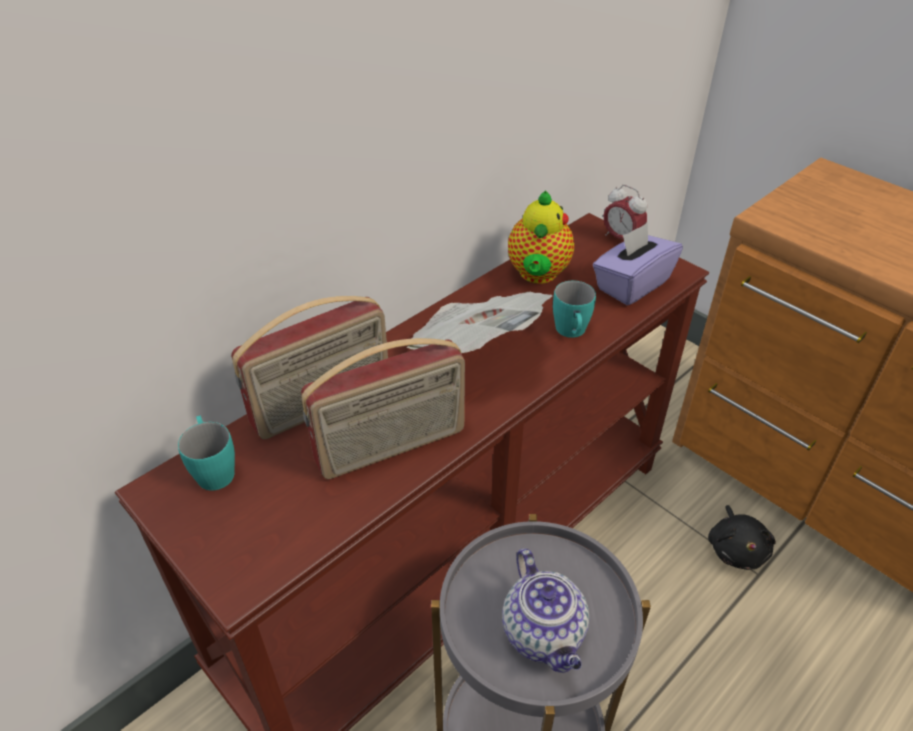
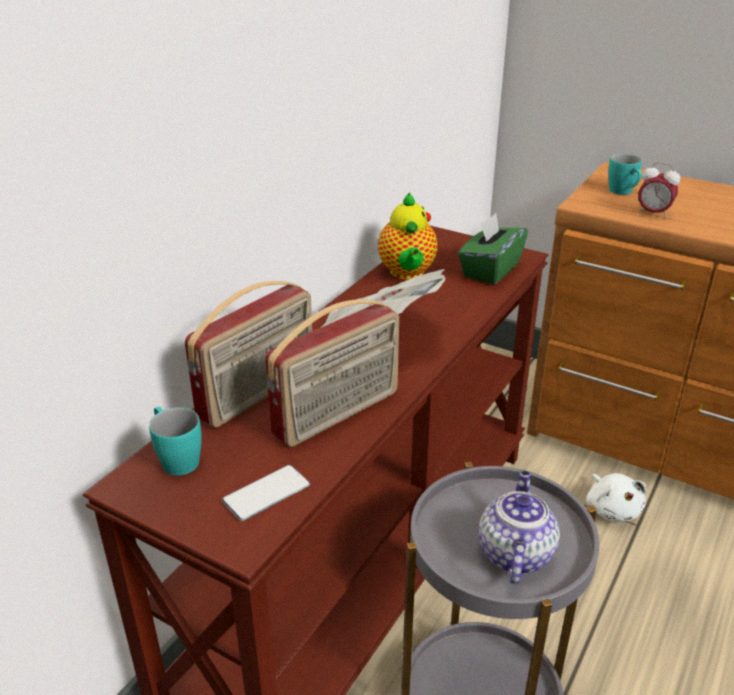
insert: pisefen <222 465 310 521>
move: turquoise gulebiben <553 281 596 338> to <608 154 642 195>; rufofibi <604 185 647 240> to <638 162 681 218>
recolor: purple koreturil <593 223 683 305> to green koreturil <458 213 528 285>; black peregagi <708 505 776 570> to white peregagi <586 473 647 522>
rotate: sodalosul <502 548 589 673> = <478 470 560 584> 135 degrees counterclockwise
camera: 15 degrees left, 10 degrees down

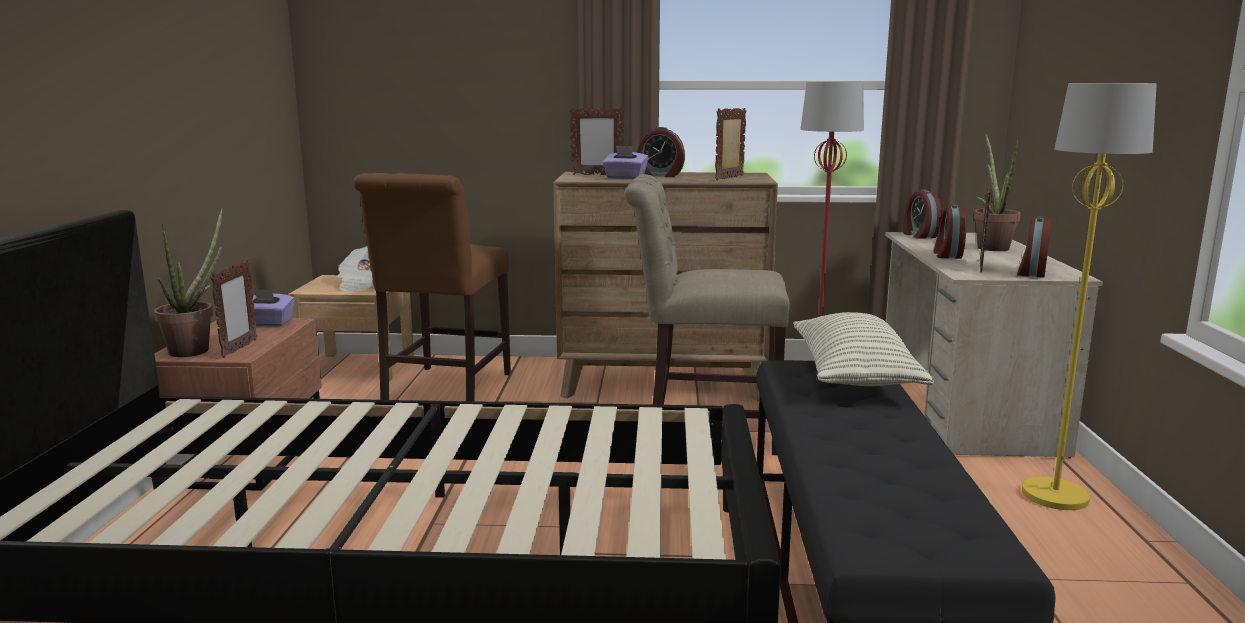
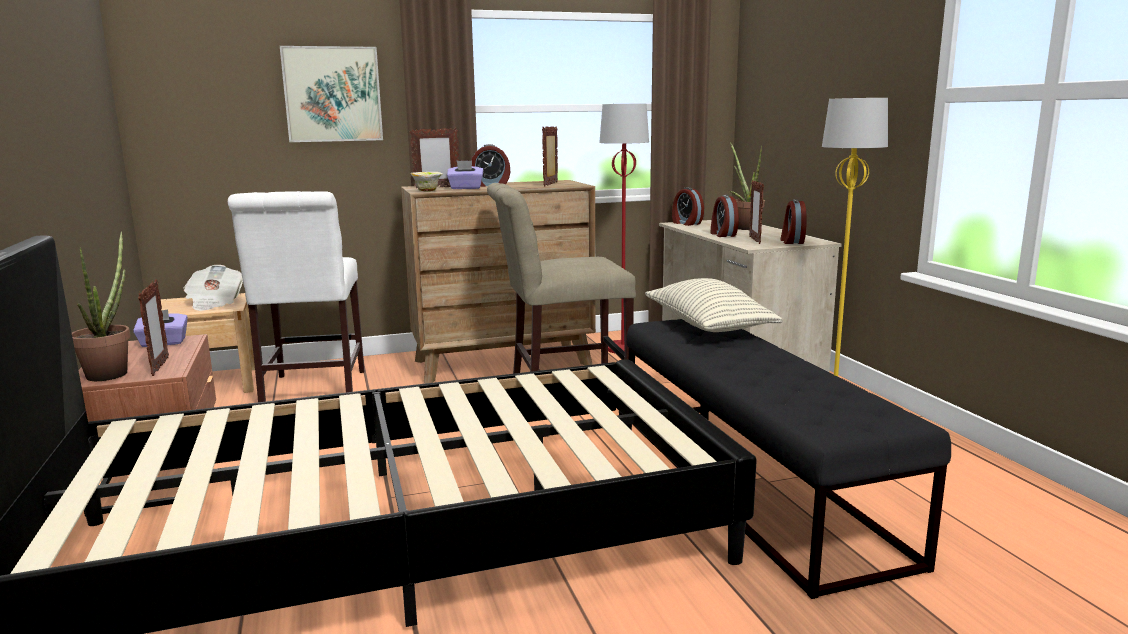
insert: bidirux <280 46 383 142>; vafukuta <411 172 443 192>
recolor: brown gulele <353 173 511 401> to white gulele <228 191 364 402>
camera: 20 degrees left, 0 degrees up

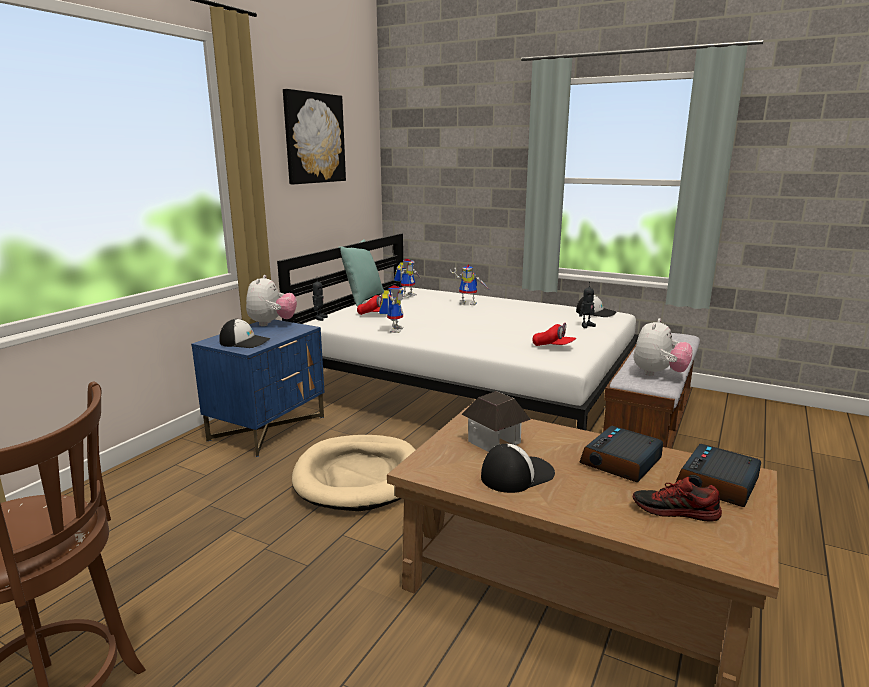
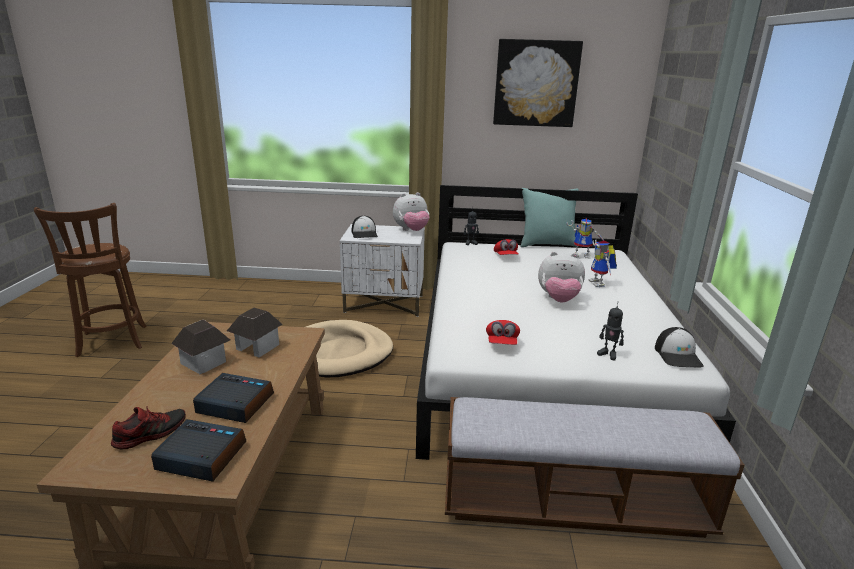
delete: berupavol <379 285 404 333>
move: peregagi <634 318 693 376> to <538 252 585 302>
replace: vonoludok <481 444 555 493> to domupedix <171 319 230 374>
recolor: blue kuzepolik <191 319 325 457> to white kuzepolik <340 224 425 317>
rotate: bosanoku <633 477 722 522> = <111 406 186 450> 60 degrees clockwise
camera: 65 degrees right, 5 degrees up

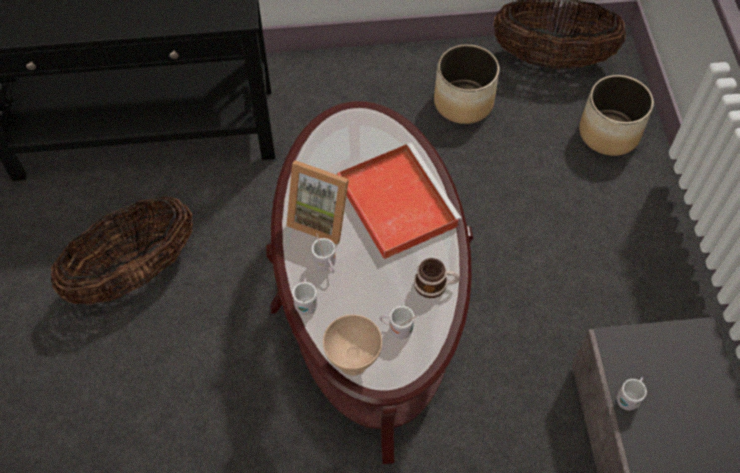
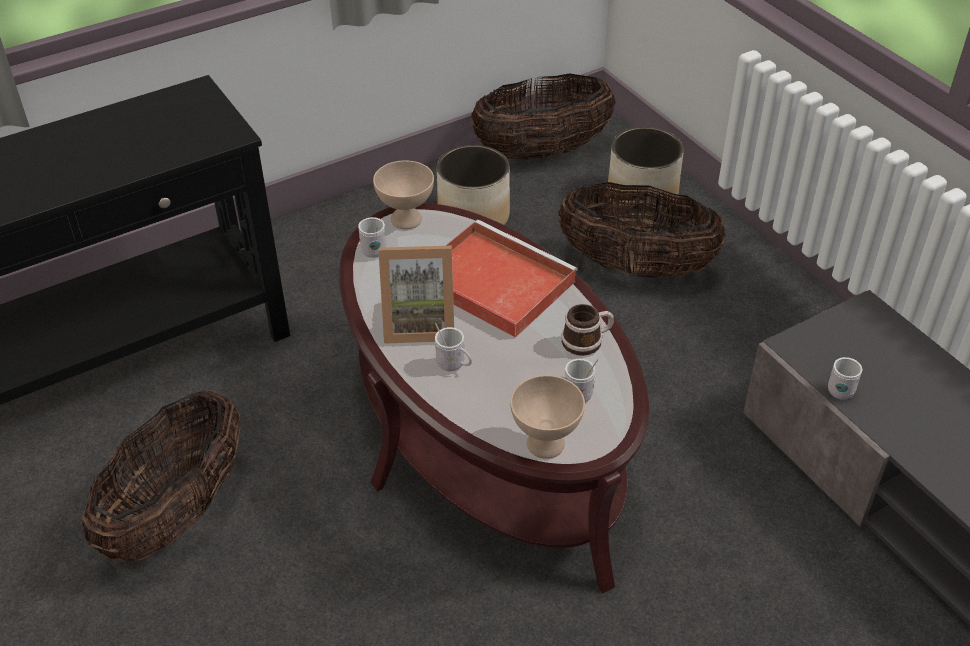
insert: beige vafukuta <373 160 434 229>; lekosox <558 182 726 278>
move: white gulebiben <292 278 318 315> to <358 217 386 258>
camera: 25 degrees left, 15 degrees down

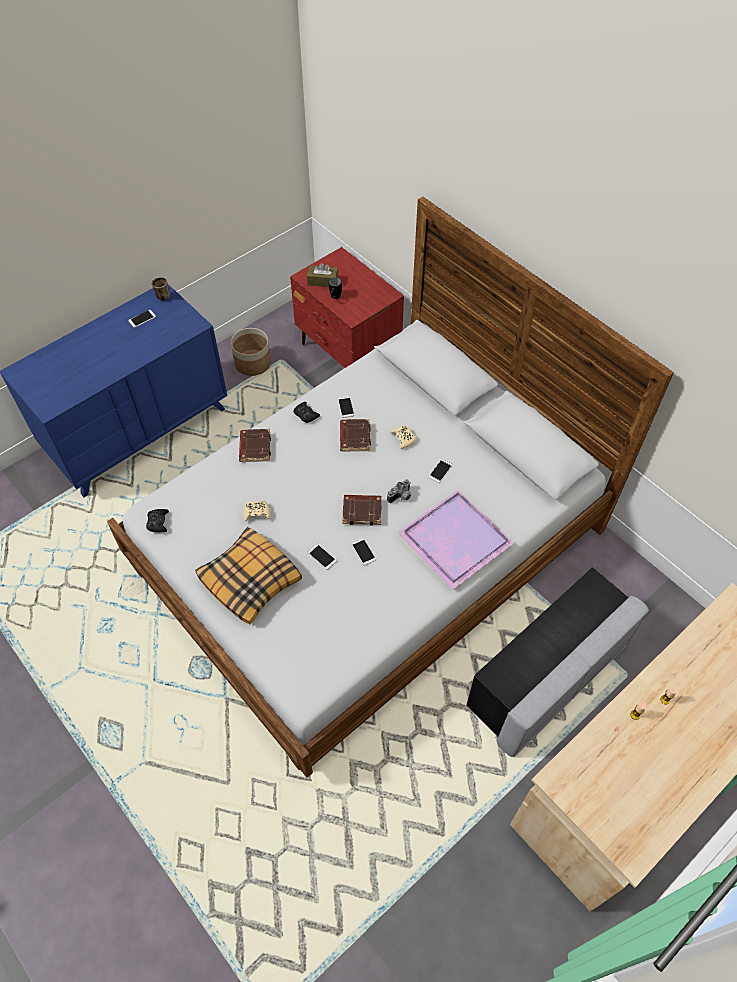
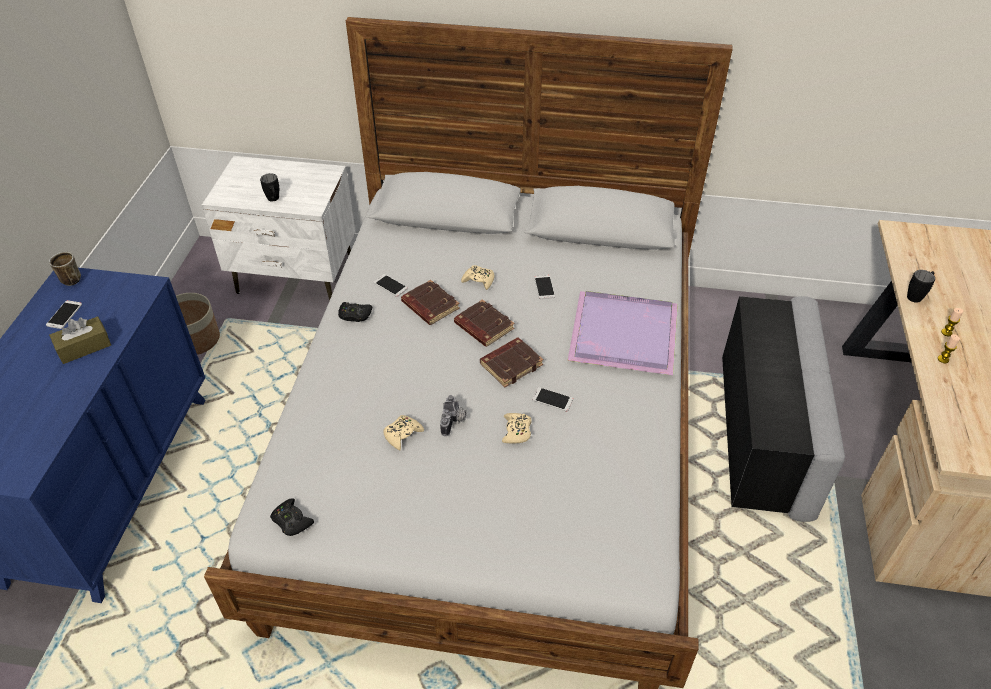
delete: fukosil <195 527 302 624>
insert: black gulebiben <907 270 935 303>
move: brown koreturil <307 263 338 287> to <49 316 111 364>; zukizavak <387 479 411 503> to <440 395 466 436>; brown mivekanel <239 429 271 462> to <454 299 515 347>
replace: pisefen <307 544 337 570> to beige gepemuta <502 413 532 443>
recolor: red kuzepolik <290 247 404 368> to white kuzepolik <202 156 355 301>
camera: 40 degrees left, 10 degrees down

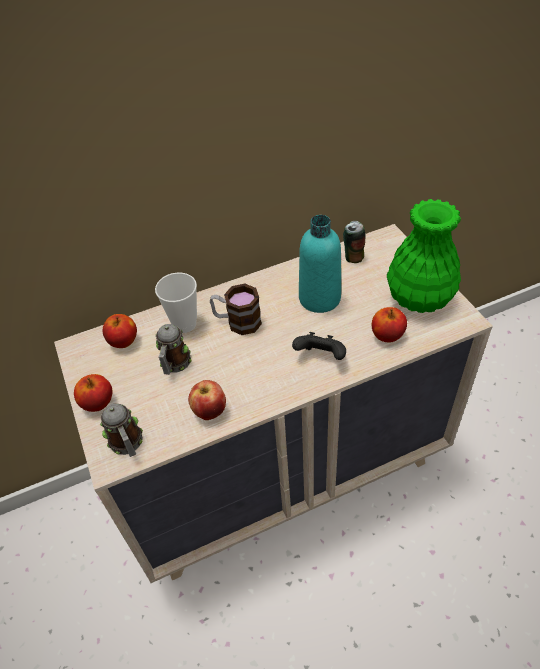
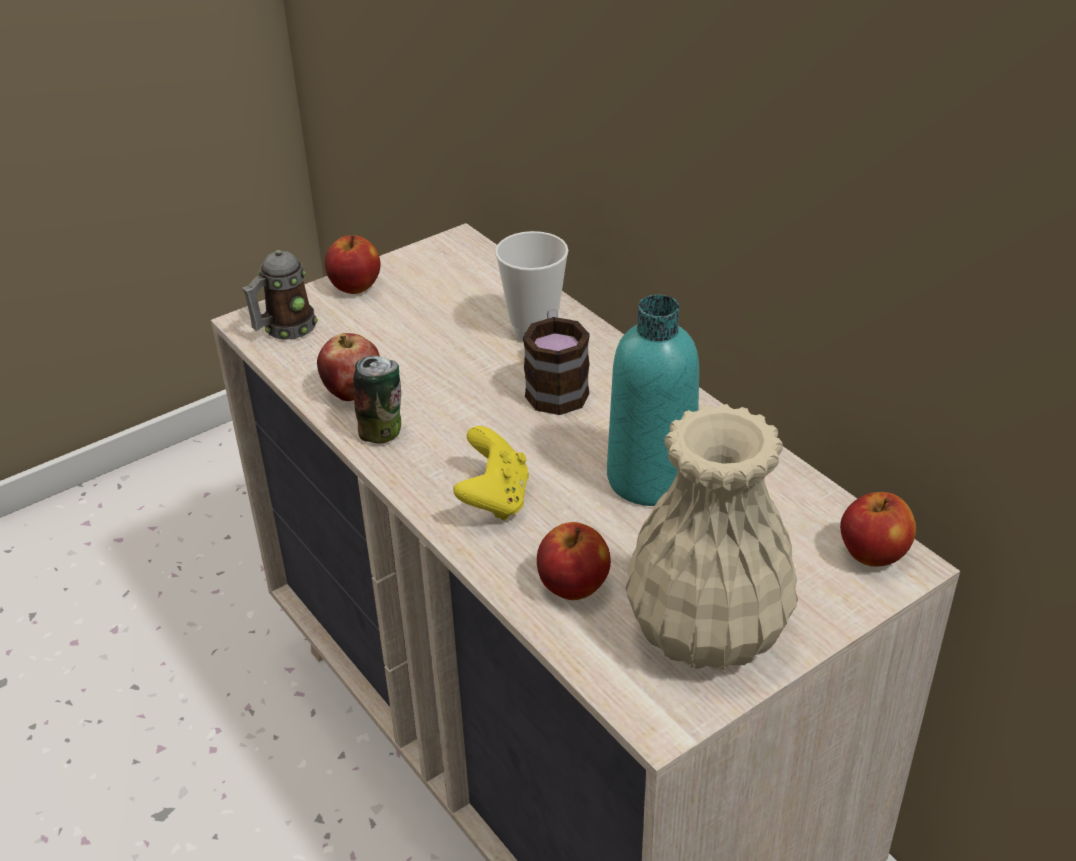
delete: gulebiben <156 324 192 375>
move: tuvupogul <343 221 366 263> to <353 356 401 443>; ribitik <103 314 137 348> to <840 492 916 567>
recolor: black gepemuta <292 332 346 360> to yellow gepemuta <453 426 529 521>; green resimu <387 199 461 313> to beige resimu <625 404 798 670>
camera: 75 degrees right, 10 degrees down

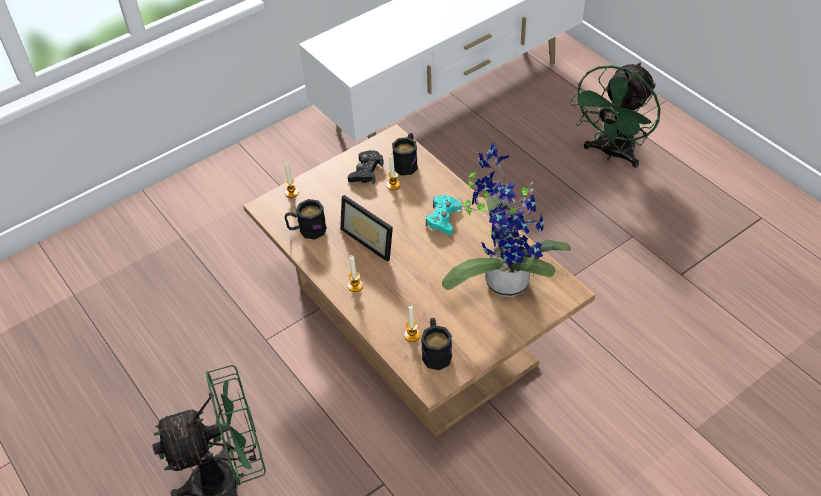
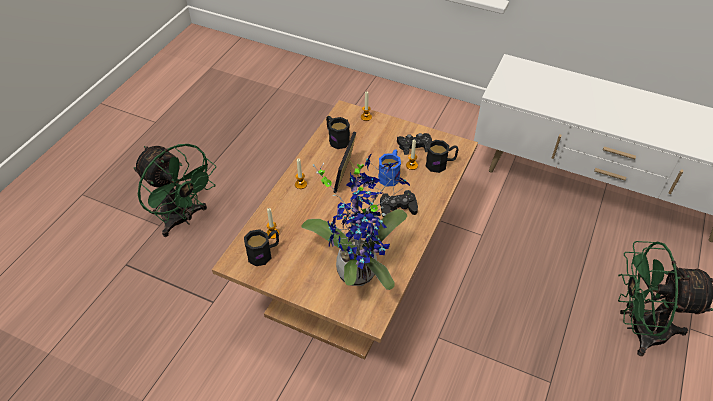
insert: blue gulebiben <378 149 401 187>
recolor: turquoise gepemuta <426 195 462 235> to black gepemuta <380 190 418 217>
camera: 60 degrees right, 0 degrees up

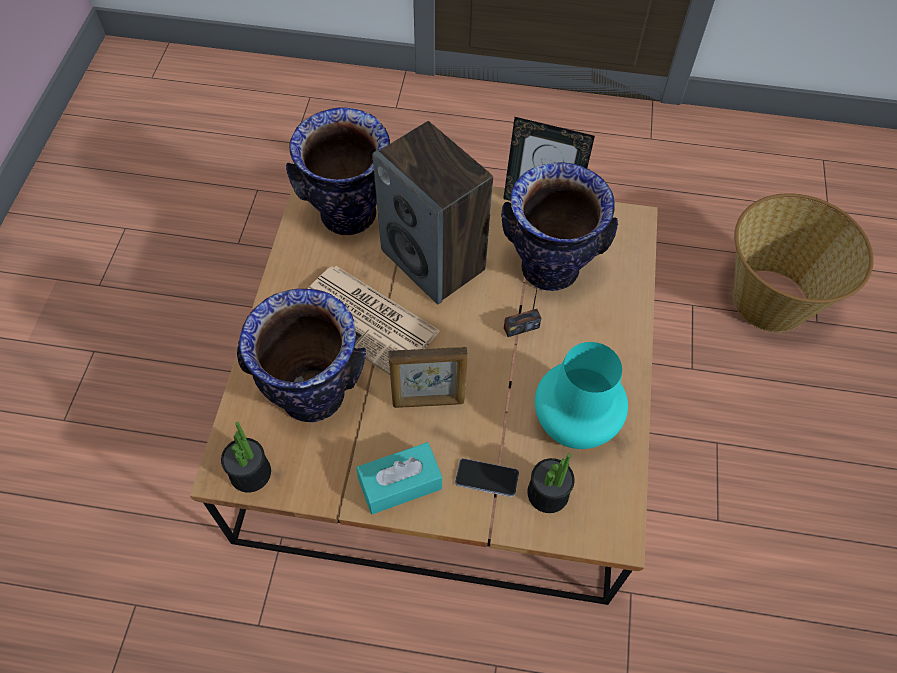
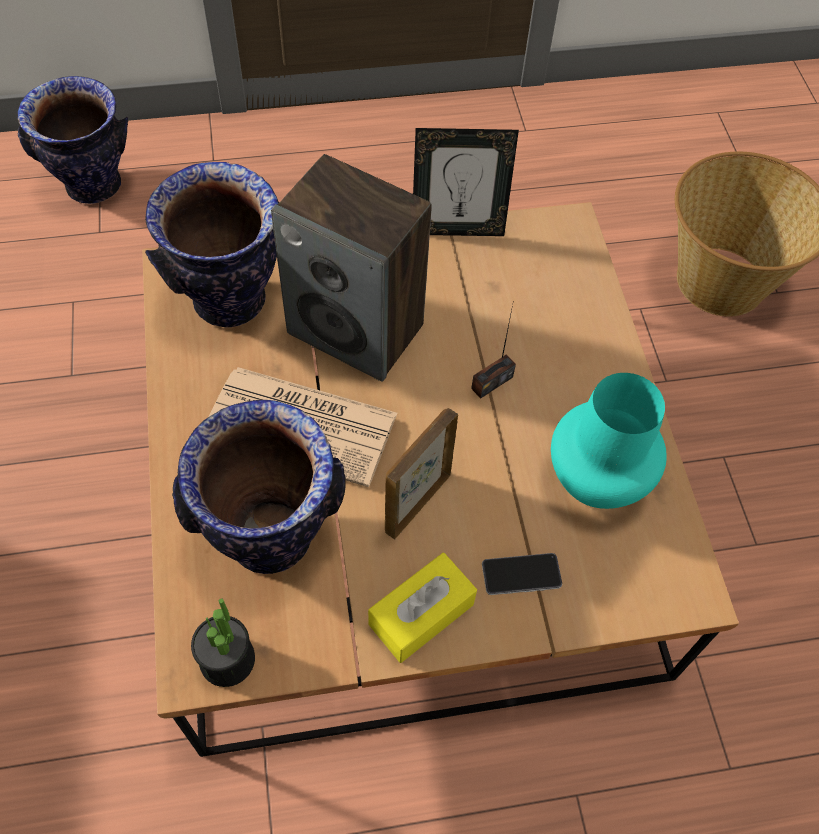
delete: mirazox <527 454 575 513>
move: resimu <501 162 618 291> to <17 76 128 204>
recolor: turquoise koreturil <357 442 442 514> to yellow koreturil <368 553 477 663>
rotate: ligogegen <388 347 468 408> = <385 408 458 539> 150 degrees clockwise
camera: 20 degrees left, 0 degrees up

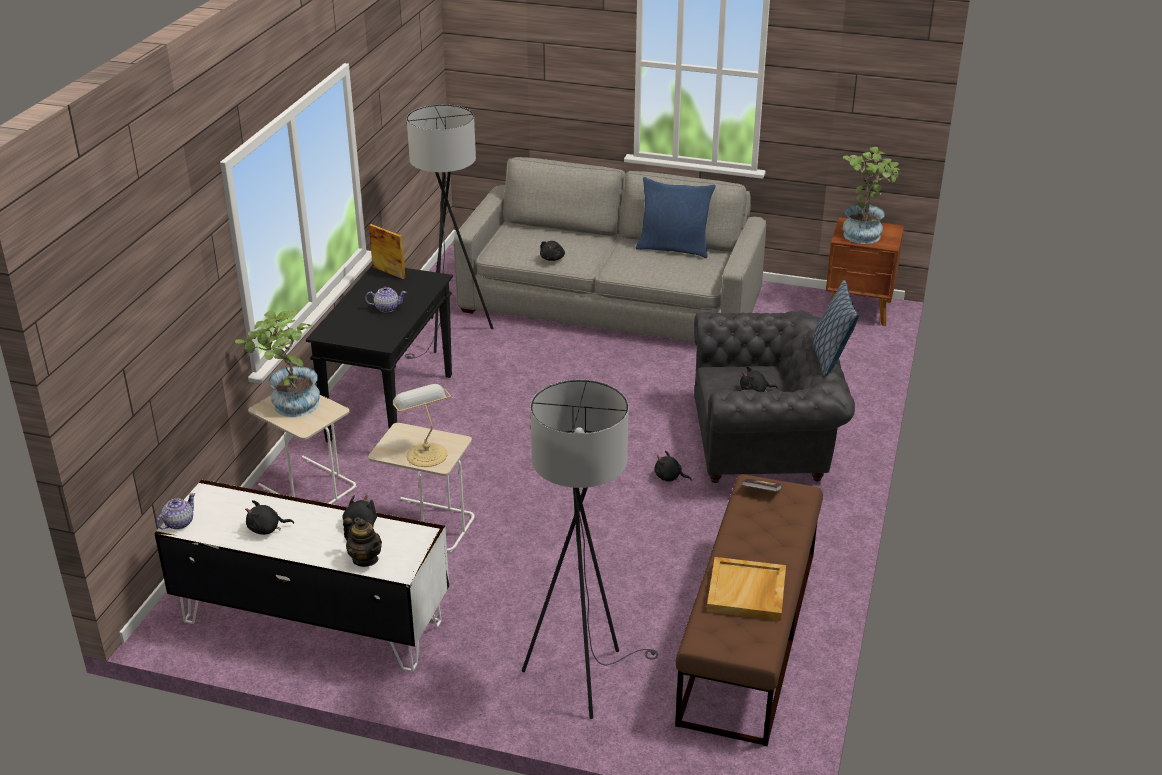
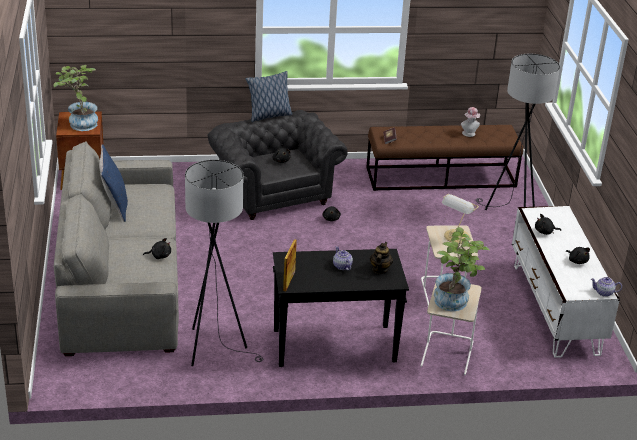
move: sodalosul <343 518 382 567> to <370 242 393 274>
replace: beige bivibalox <707 557 786 621> to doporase <461 107 480 137>
camera: 115 degrees left, 0 degrees up

